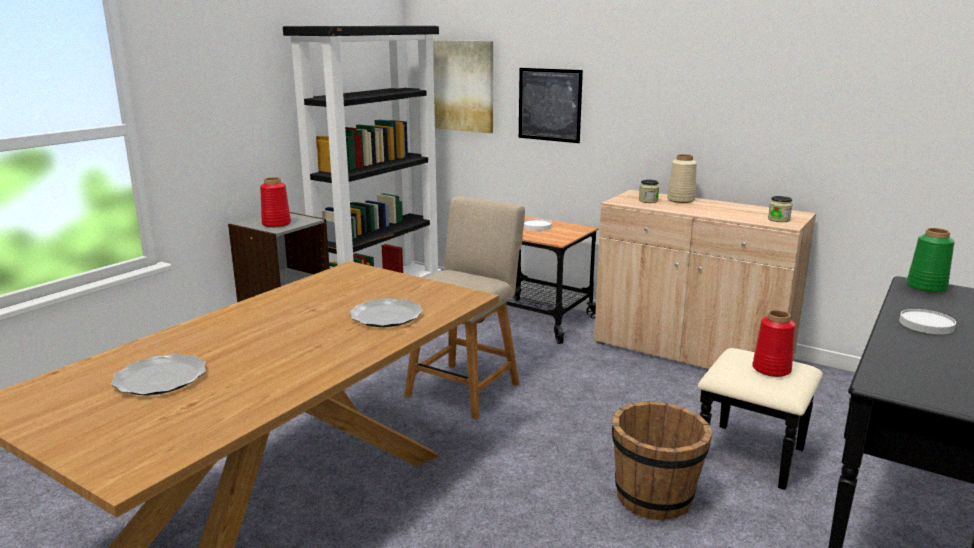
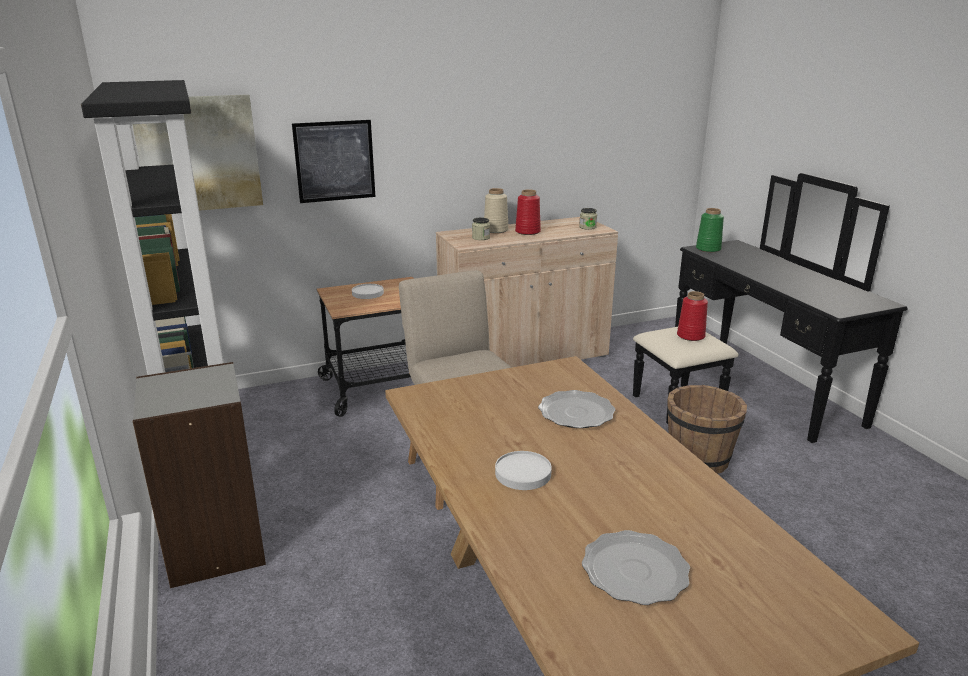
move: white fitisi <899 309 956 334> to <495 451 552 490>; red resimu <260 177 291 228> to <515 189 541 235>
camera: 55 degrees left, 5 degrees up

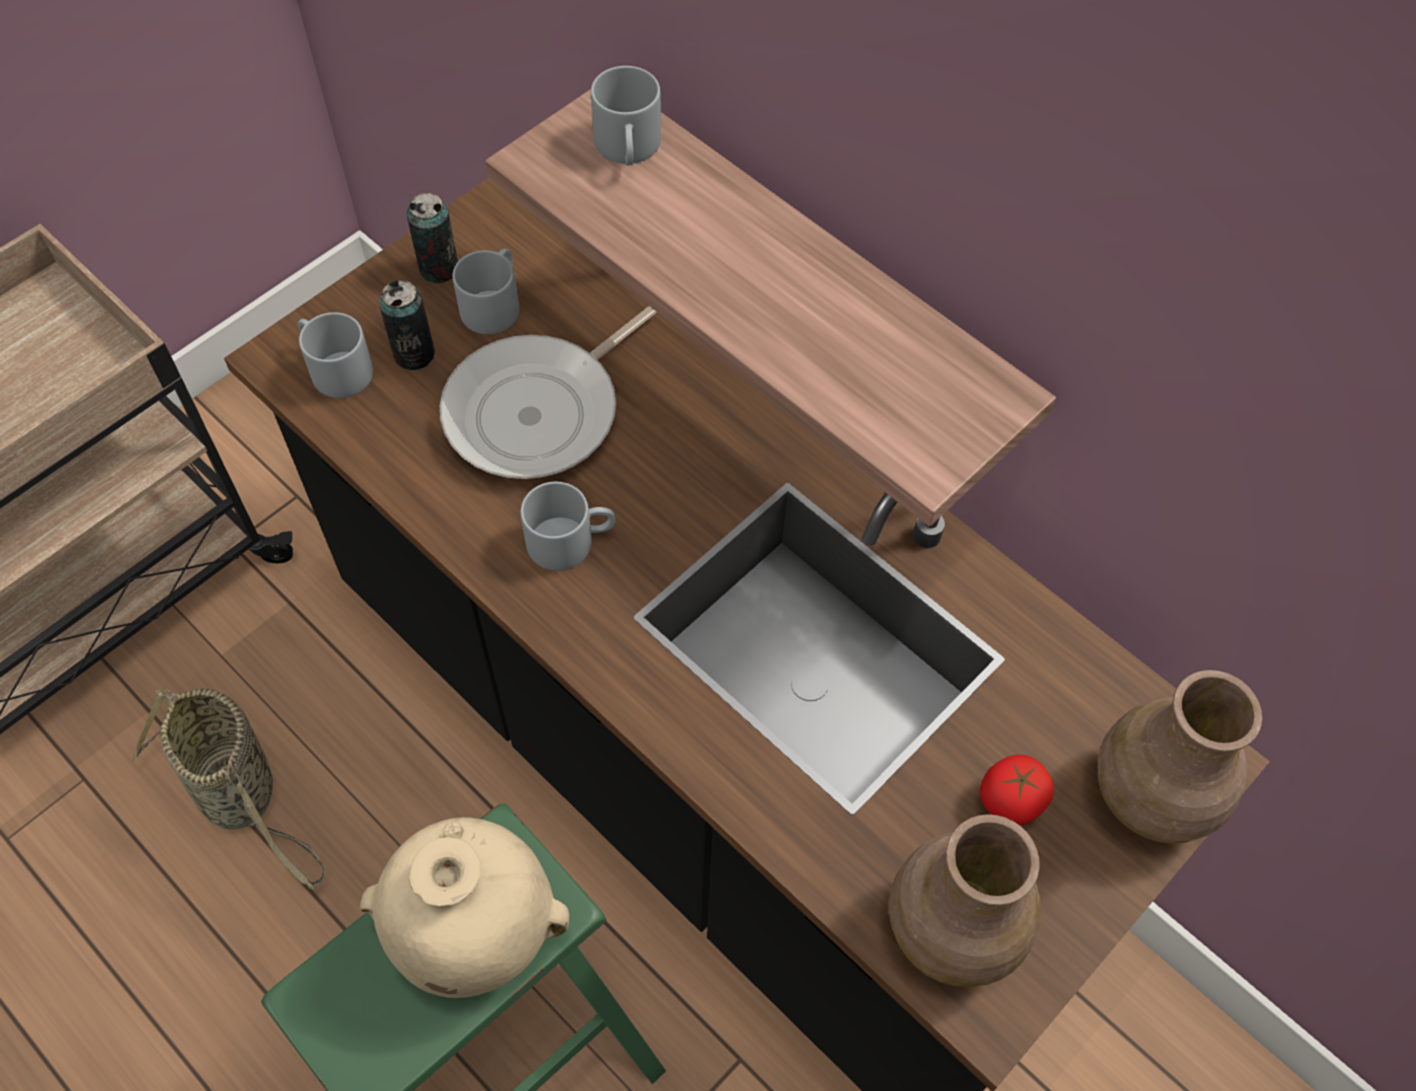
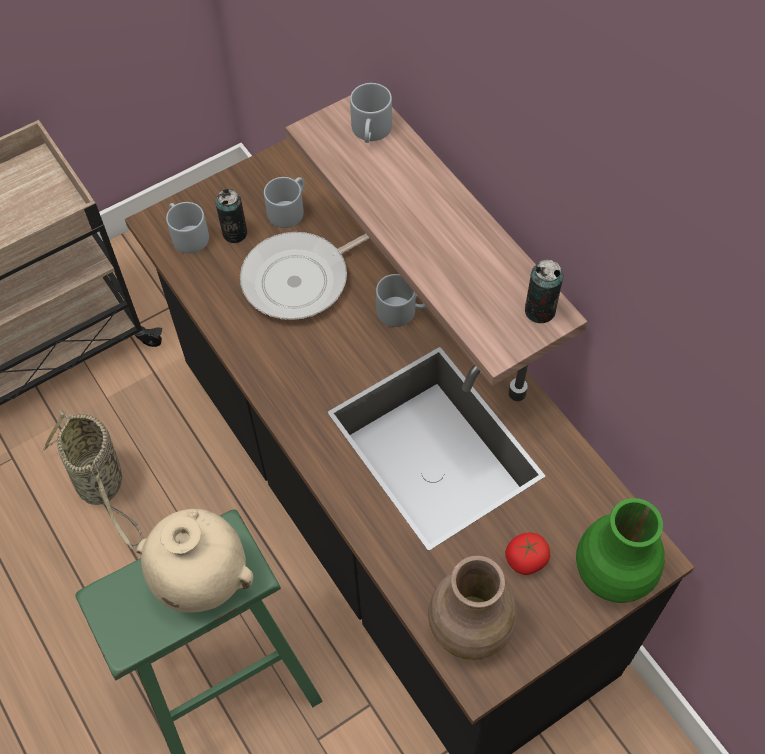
move: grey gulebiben <520 482 616 571> to <376 274 427 327>; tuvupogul <407 193 458 283> to <525 259 563 323>
recolor: brown resimu <1098 670 1262 843> to green resimu <576 498 665 603>
camera: 15 degrees right, 0 degrees up

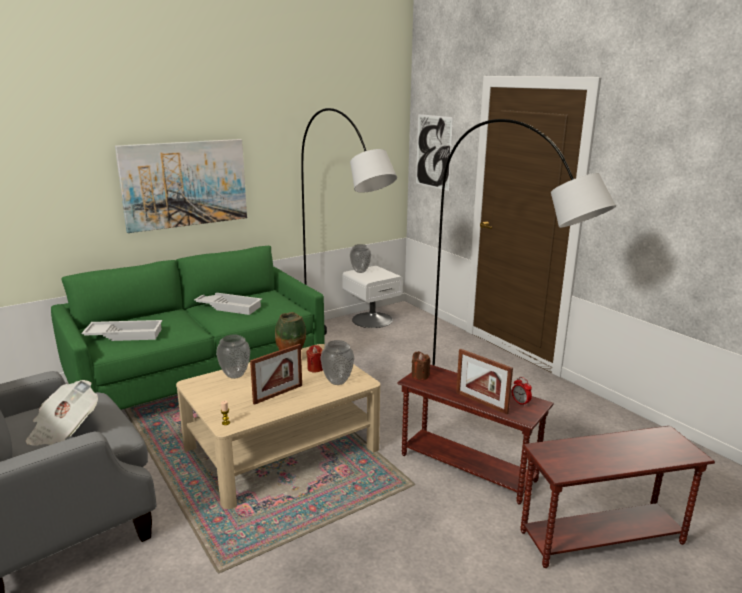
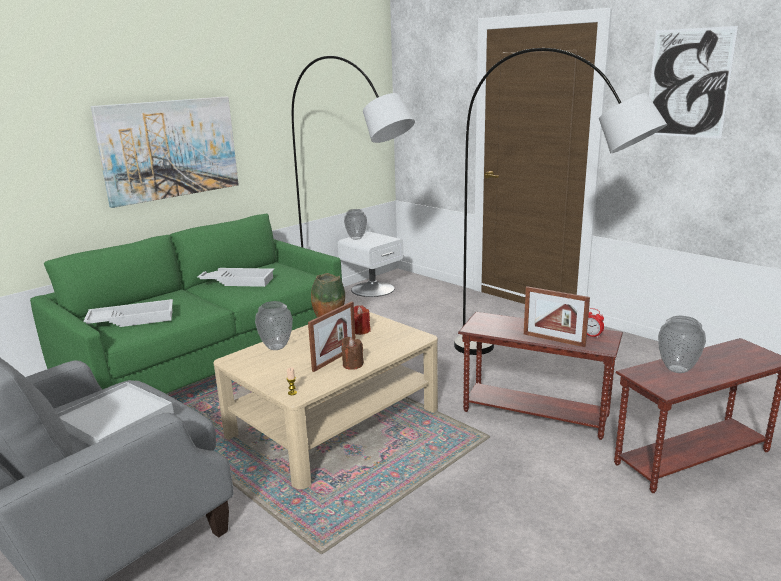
move: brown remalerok <412 351 430 380> to <341 337 364 370>; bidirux <416 114 453 191> to <649 26 738 139>; resimu <320 340 354 385> to <658 316 706 373>
replace: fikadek <26 380 98 446> to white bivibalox <57 382 174 446>
camera: 10 degrees left, 0 degrees up

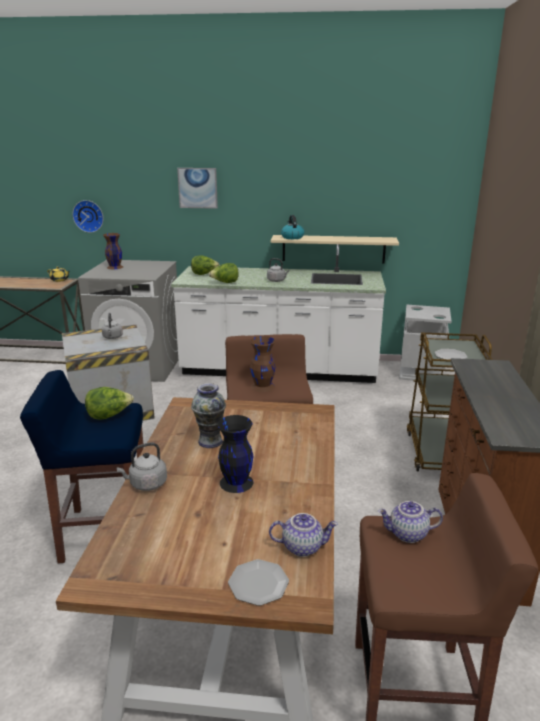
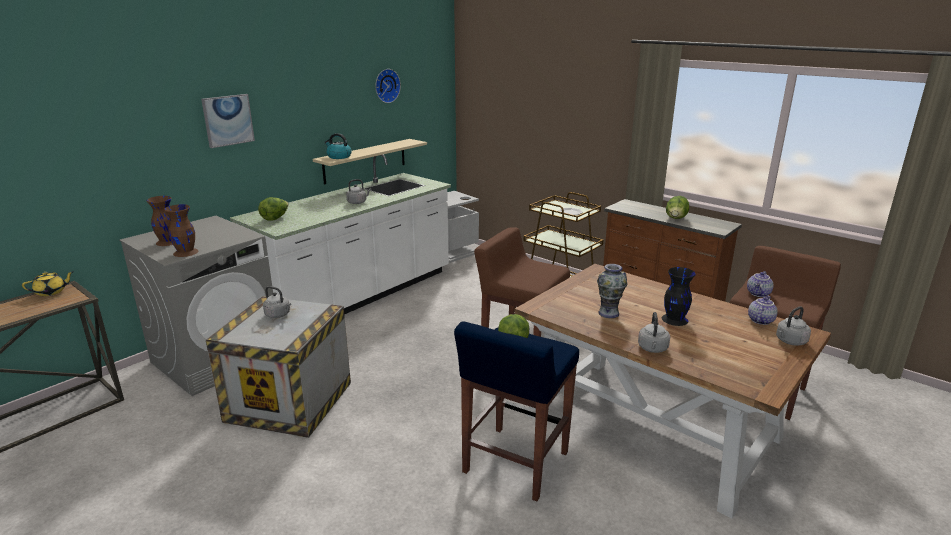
move: brown resimu <250 336 275 392> to <164 204 198 257>; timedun <72 200 103 233> to <375 69 401 103>; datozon <209 263 239 283> to <666 196 689 219>
replace: fitisi <228 559 289 606> to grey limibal <776 306 811 346>
camera: 55 degrees left, 0 degrees up

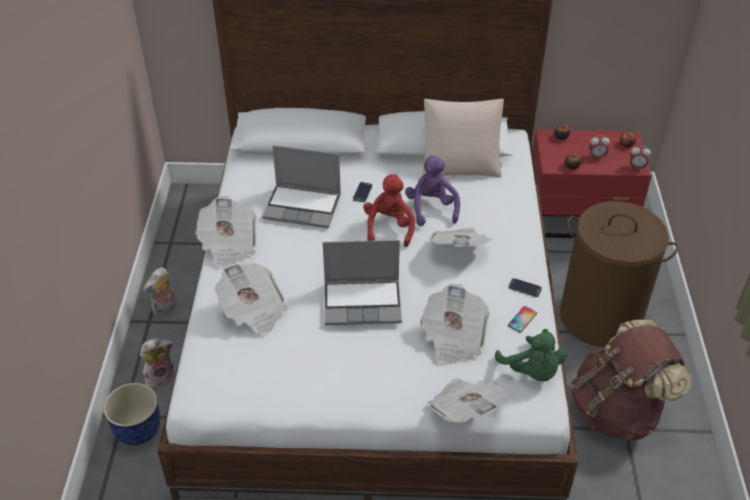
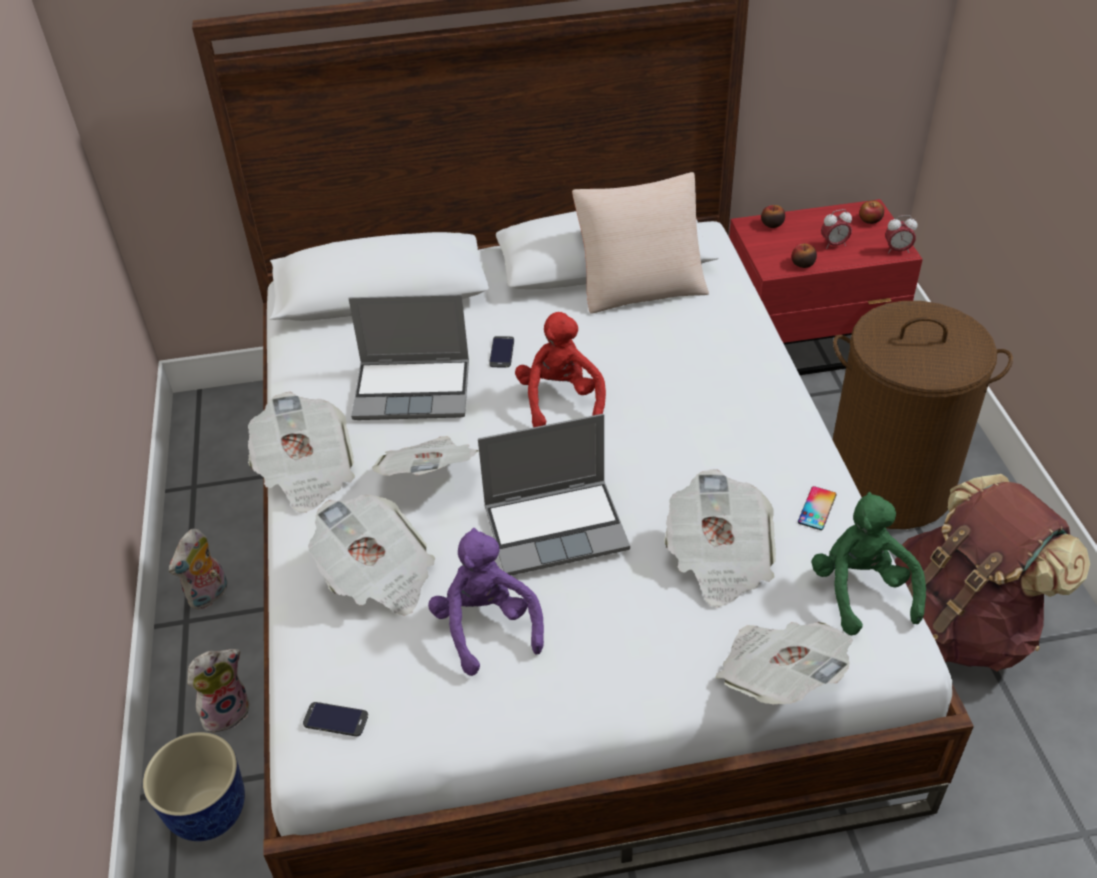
move: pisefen <508 278 542 297> to <303 702 368 736>; fikadek <429 228 492 247> to <372 436 479 476>; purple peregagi <405 155 460 226> to <428 528 544 676>
rotate: green peregagi <495 329 567 381> = <811 492 926 635> 150 degrees counterclockwise
camera: 10 degrees left, 0 degrees up

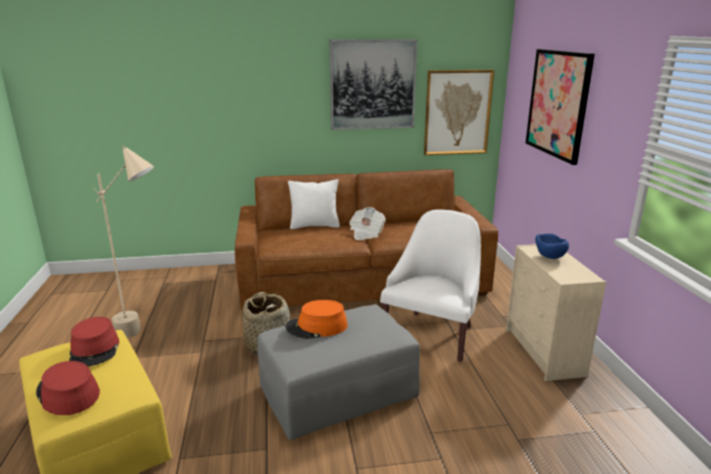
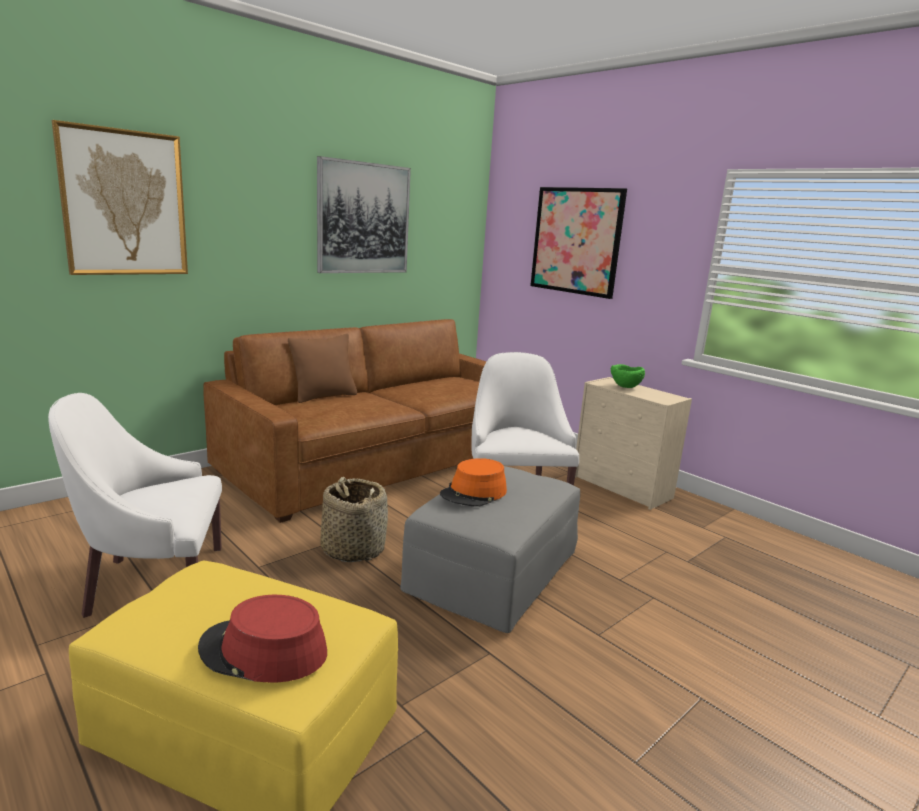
delete: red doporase <69 317 119 367>; fikadek <349 207 386 240>
move: bidirux <424 70 494 155> to <52 120 188 275>
replace: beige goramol <94 145 154 338> to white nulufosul <48 393 222 618>
recolor: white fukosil <288 179 340 229> to brown fukosil <288 333 357 403>; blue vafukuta <535 233 569 259> to green vafukuta <611 364 645 388>
camera: 35 degrees left, 5 degrees down

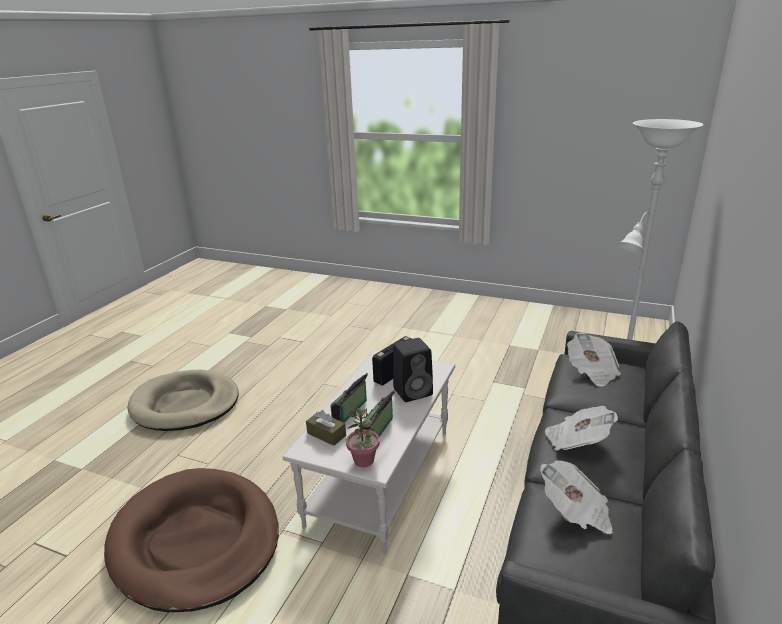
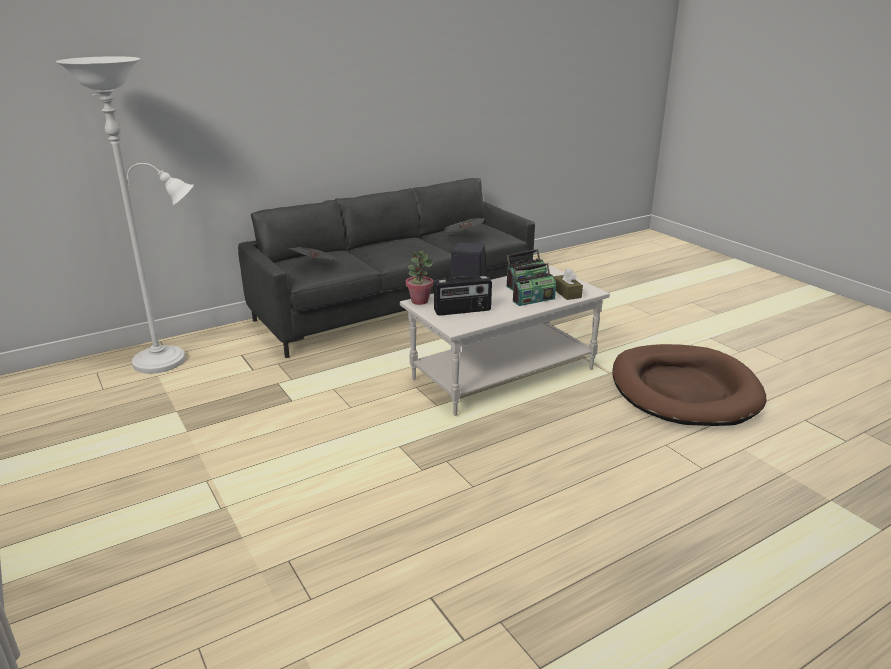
delete: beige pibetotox <128 370 239 431>; fikadek <545 406 618 451>
move: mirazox <346 408 380 467> to <406 251 433 305>
camera: 145 degrees left, 0 degrees up

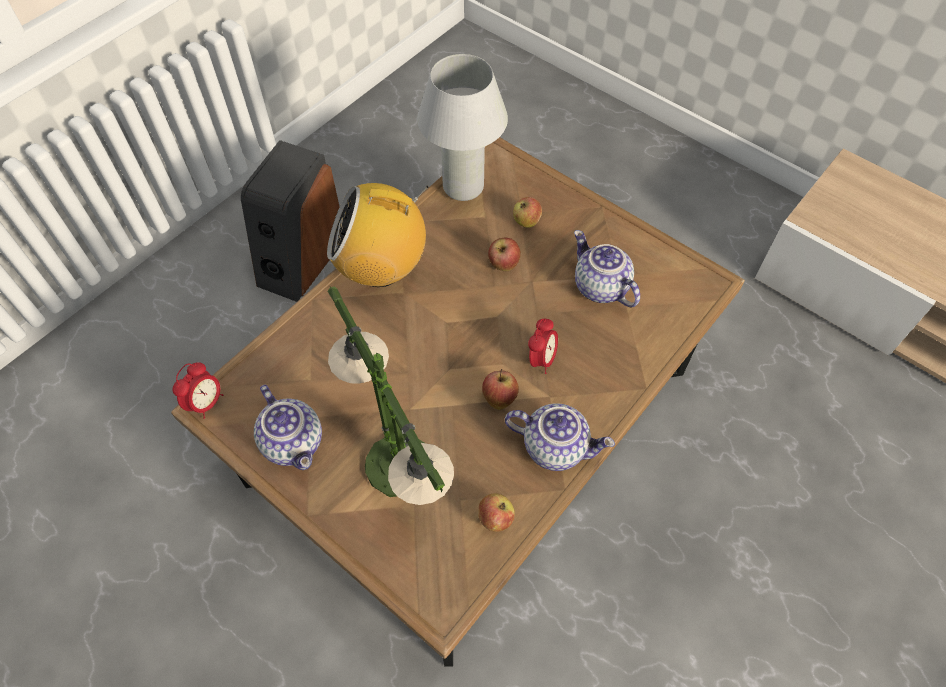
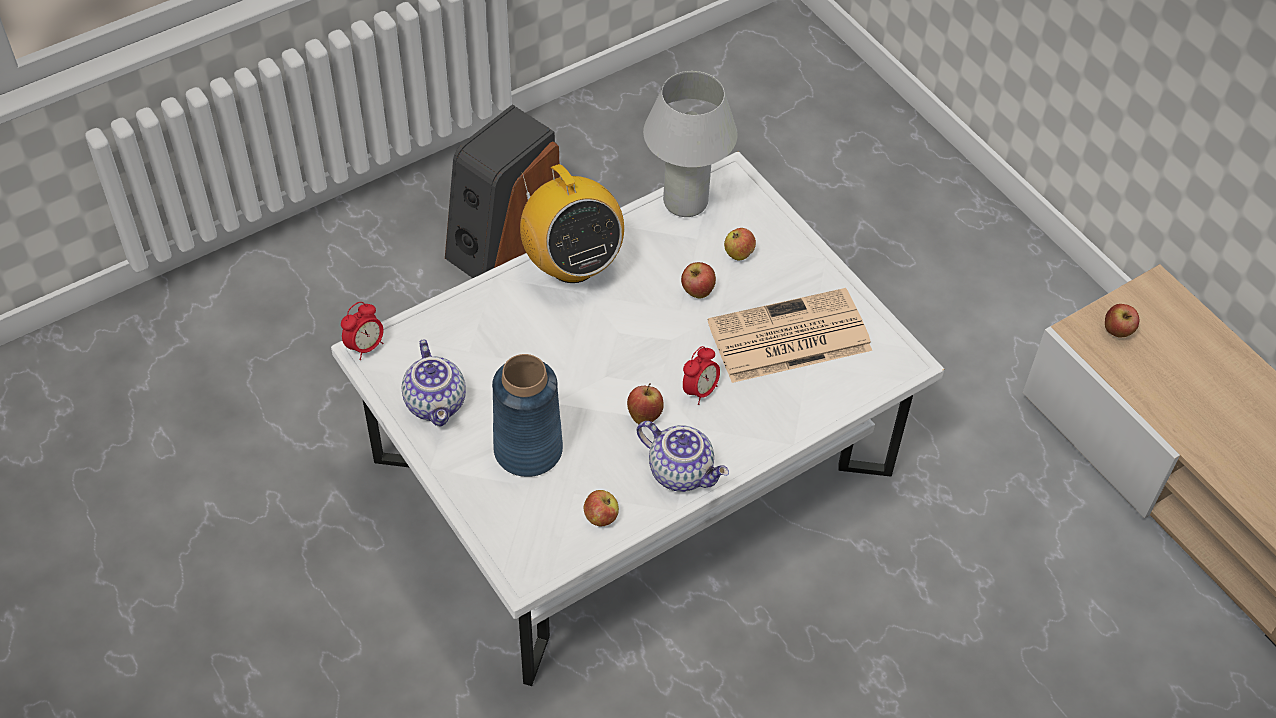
insert: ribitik <1105 304 1139 338>
replace: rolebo <328 286 454 505> to blue resimu <492 354 563 477>; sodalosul <574 230 640 307> to fikadek <708 288 872 383>
recolor: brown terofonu <171 137 745 667> to white terofonu <331 152 944 686>
rotate: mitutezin <327 183 429 287> = <520 164 624 283> 135 degrees counterclockwise
camera: 15 degrees right, 5 degrees down

